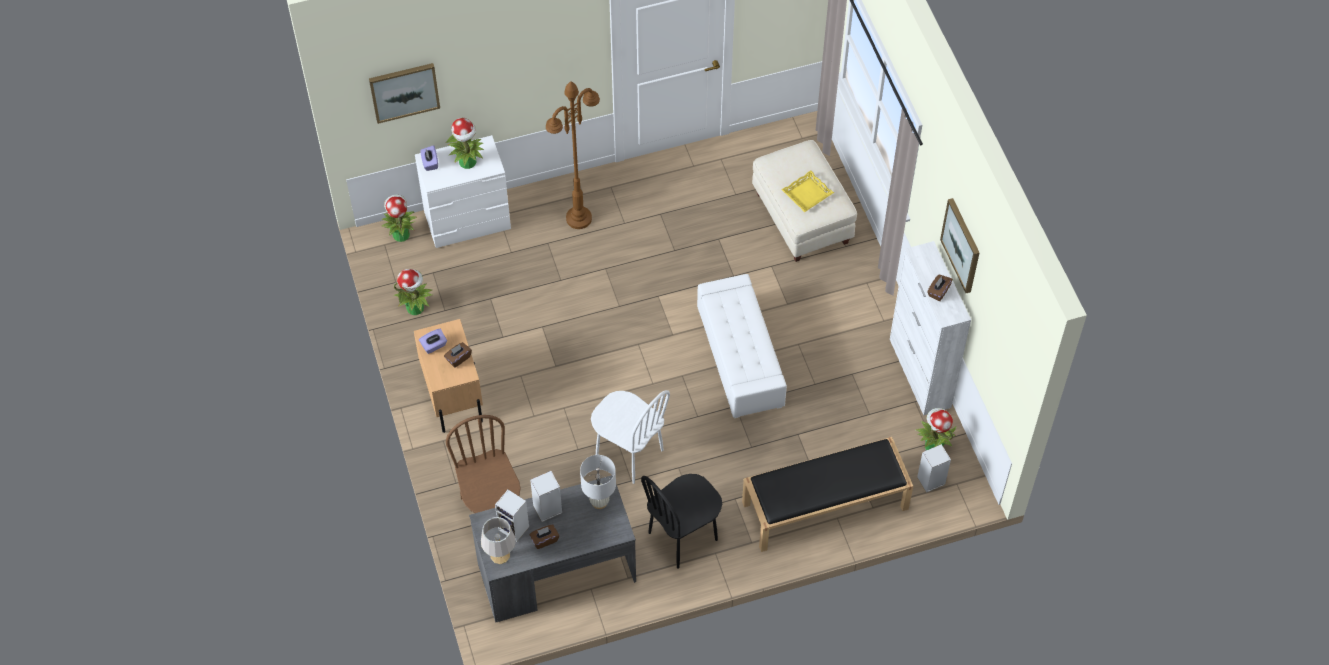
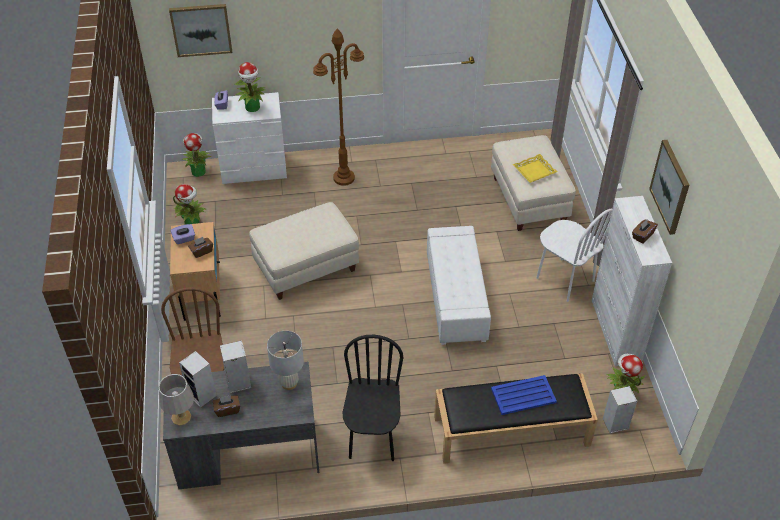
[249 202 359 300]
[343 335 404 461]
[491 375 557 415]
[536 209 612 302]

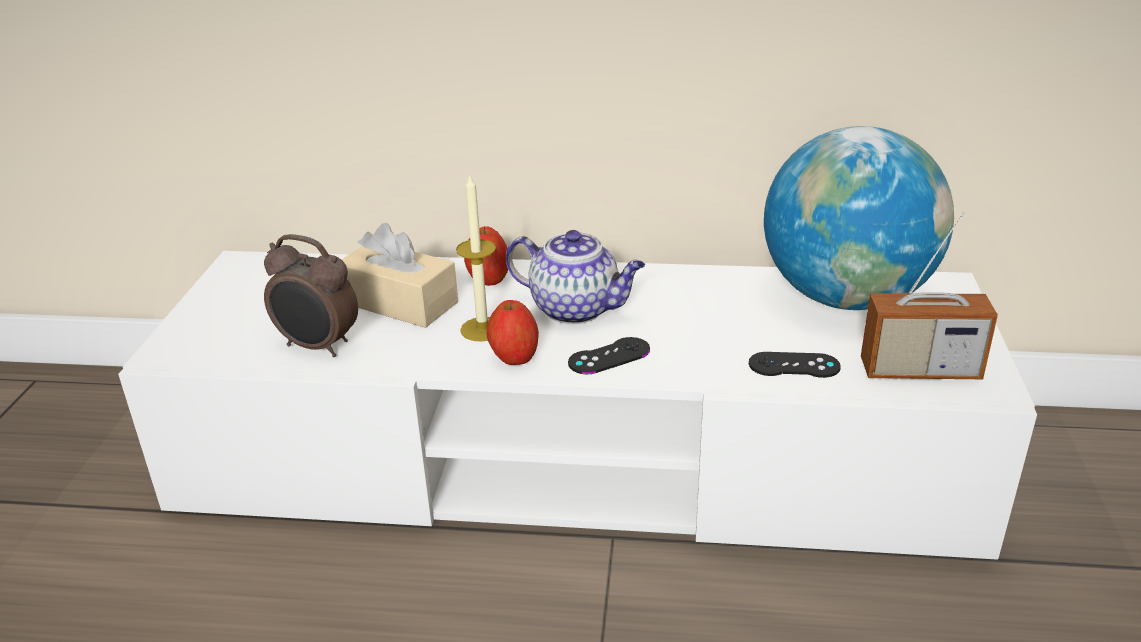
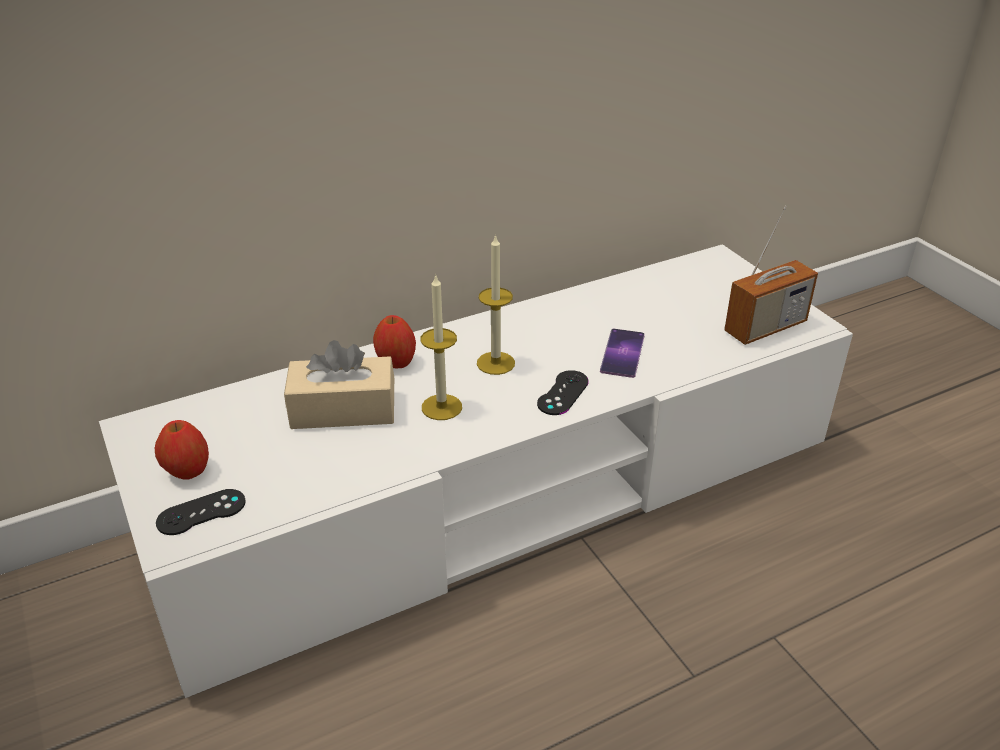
[155 420 209 480]
[156 489 246 535]
[477 234 515 375]
[600 329 645 378]
[264 234 358 357] (first image)
[764 126 954 310] (first image)

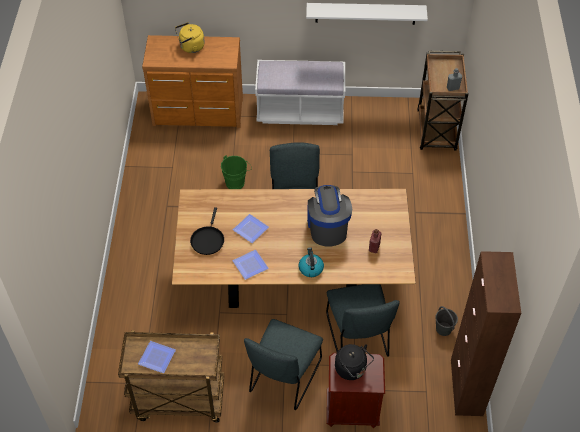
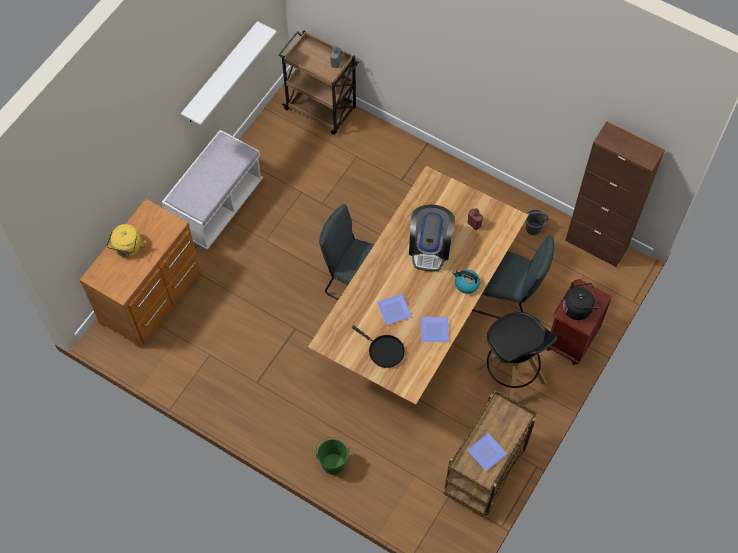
[316 437 349 475]
[409 205 455 272]
[475 312 558 399]

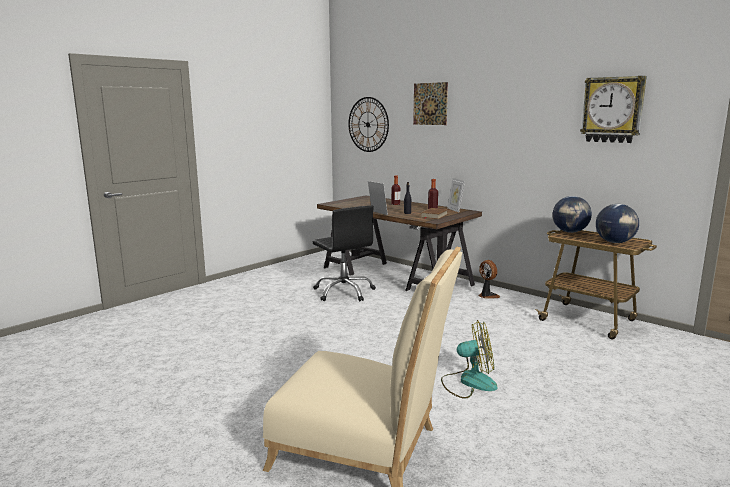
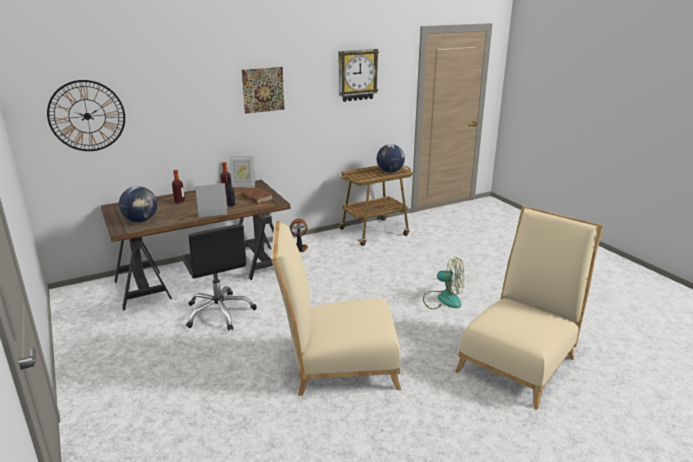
[119 186 157 222]
[182 224 257 331]
[242 67 285 114]
[271 221 401 396]
[423 257 464 309]

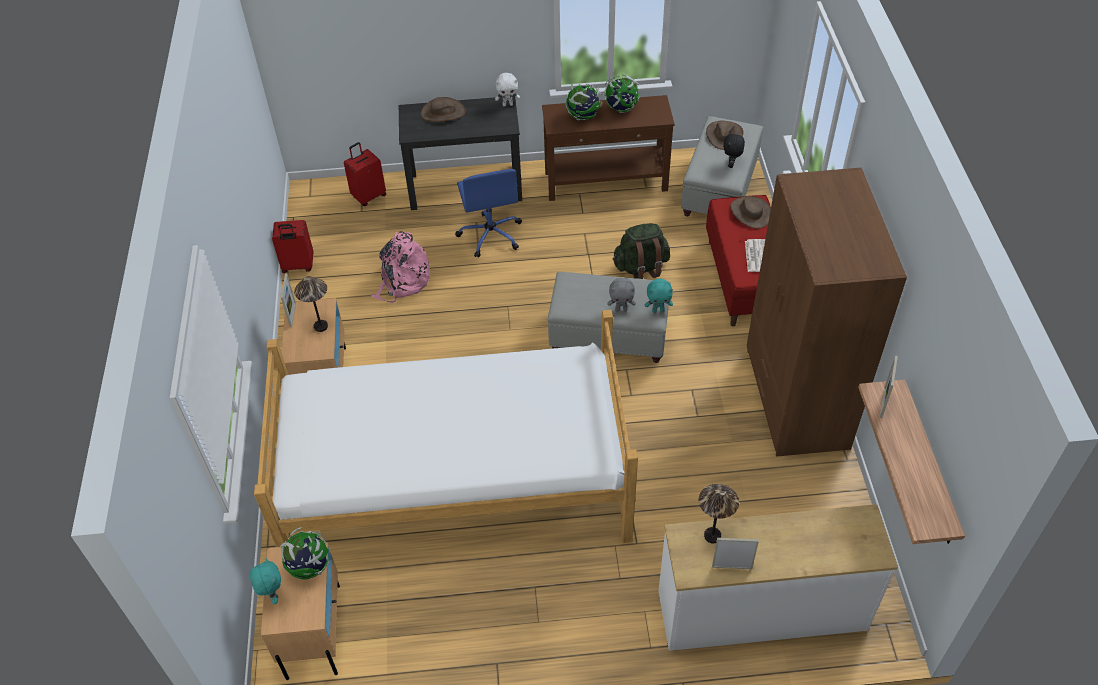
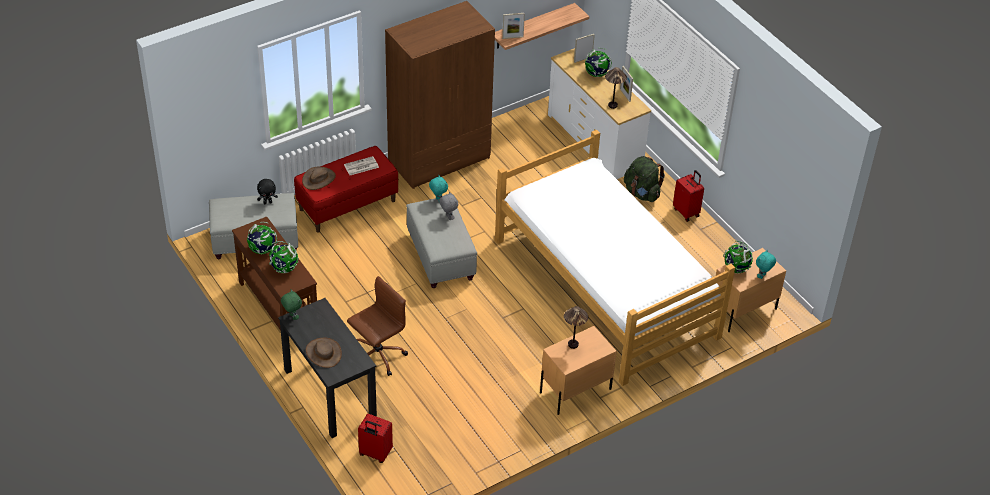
[281 290 302 320]
[347 276 408 376]
[574 34 595 63]
[585 48 612 77]
[624 156 665 202]
[673 170 704 222]
[371 231 430 303] (first image)
[706 120 743 150] (first image)

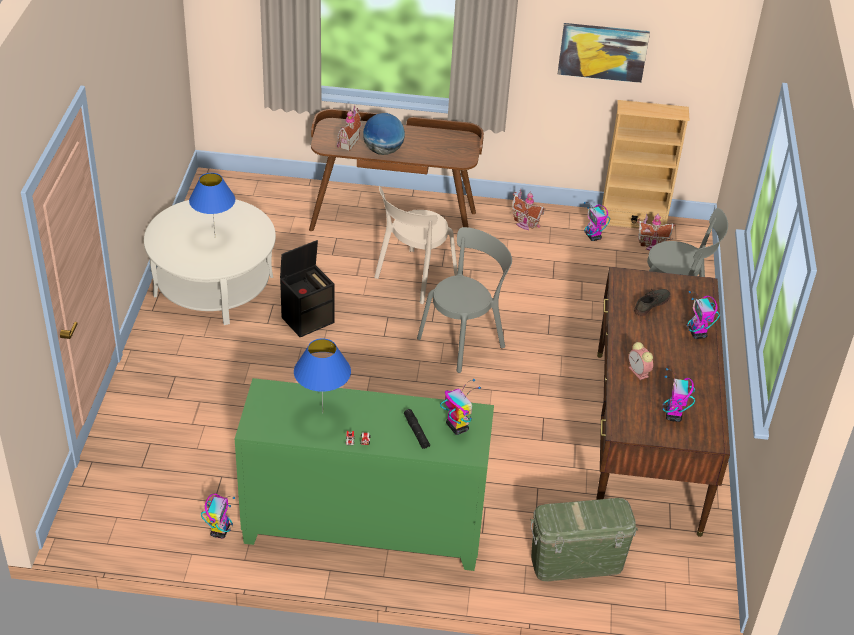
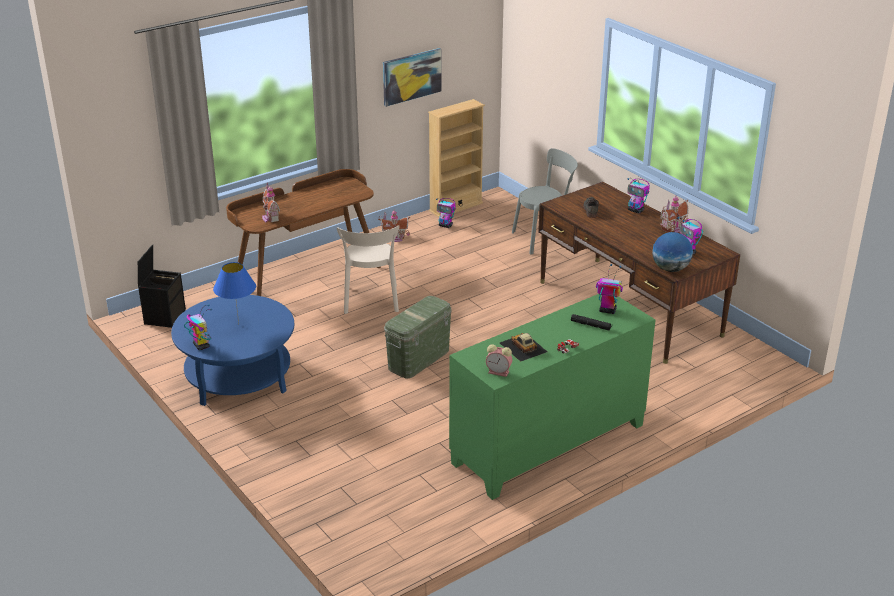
[138 244 186 328]
[171 295 294 406]
[184 304 212 350]
[384 296 452 378]
[486 345 512 377]
[500 333 547 362]
[652 232 693 272]
[660 195 689 233]
[417 227 512 373] (first image)

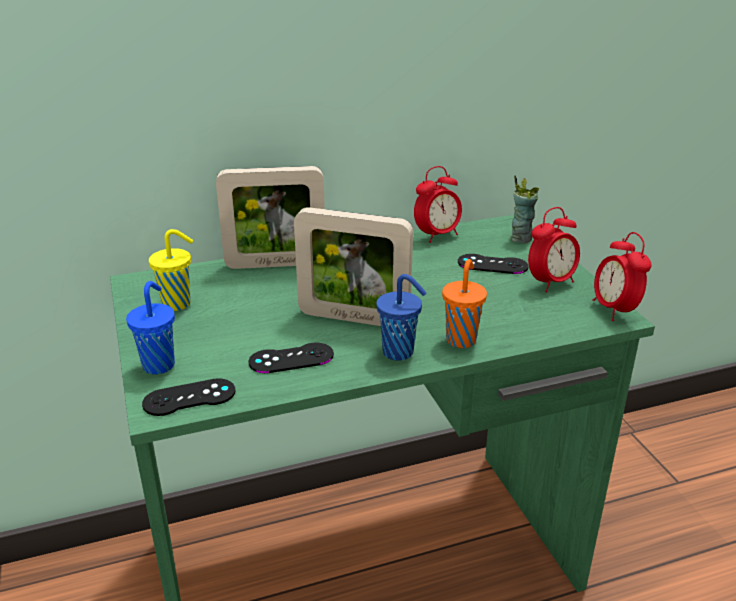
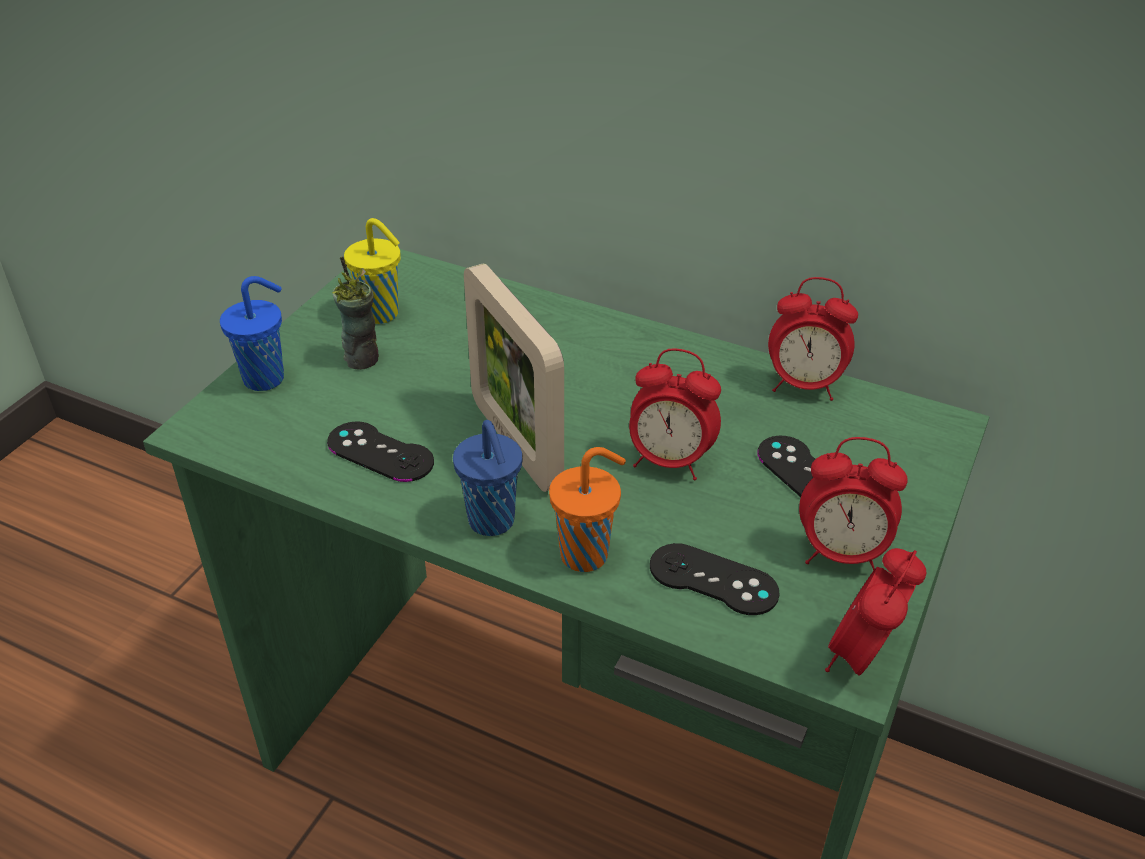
[332 256 379 370]
[629 348 721 481]
[650 543 780 615]
[216 166 325 269] (first image)

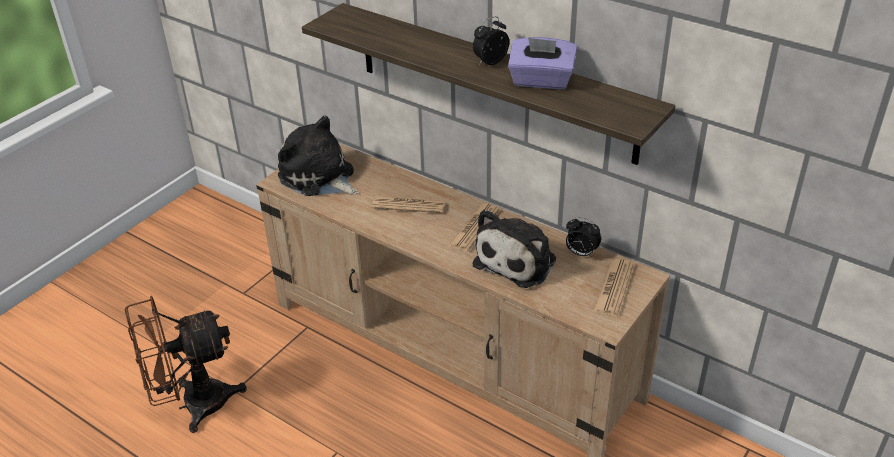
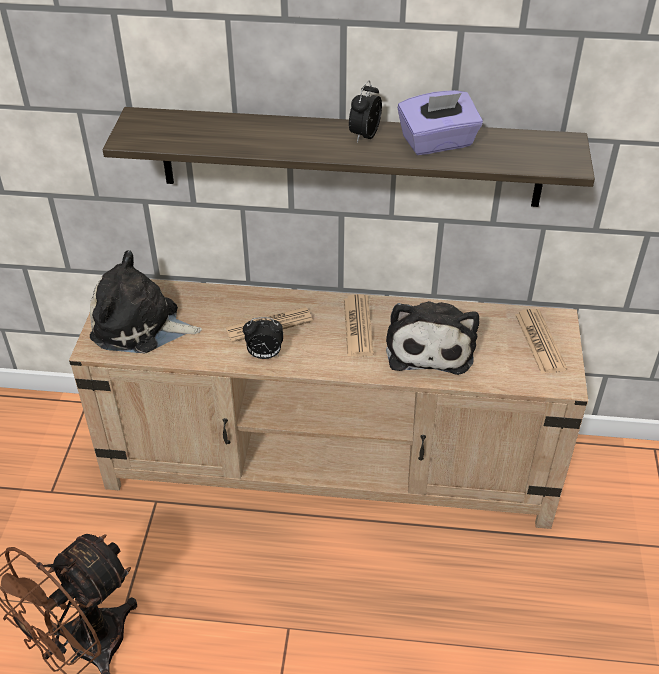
[243 317 283 359]

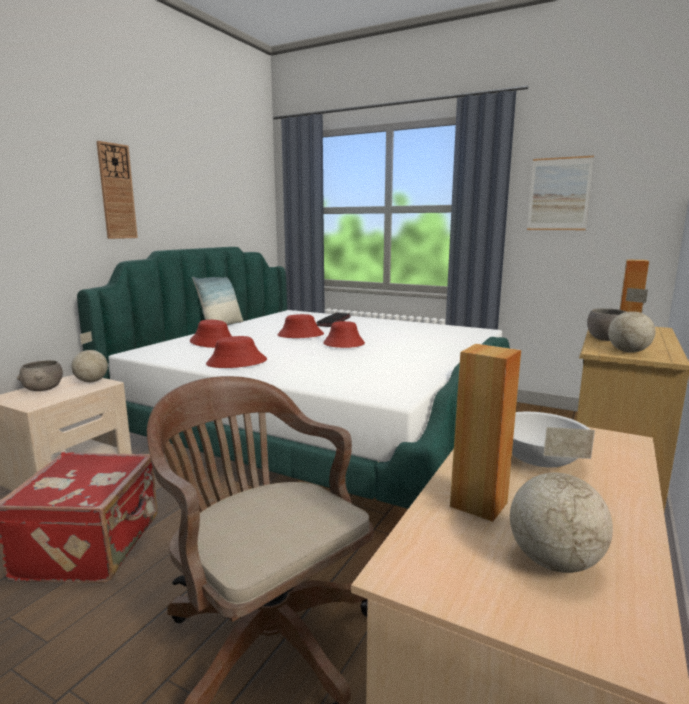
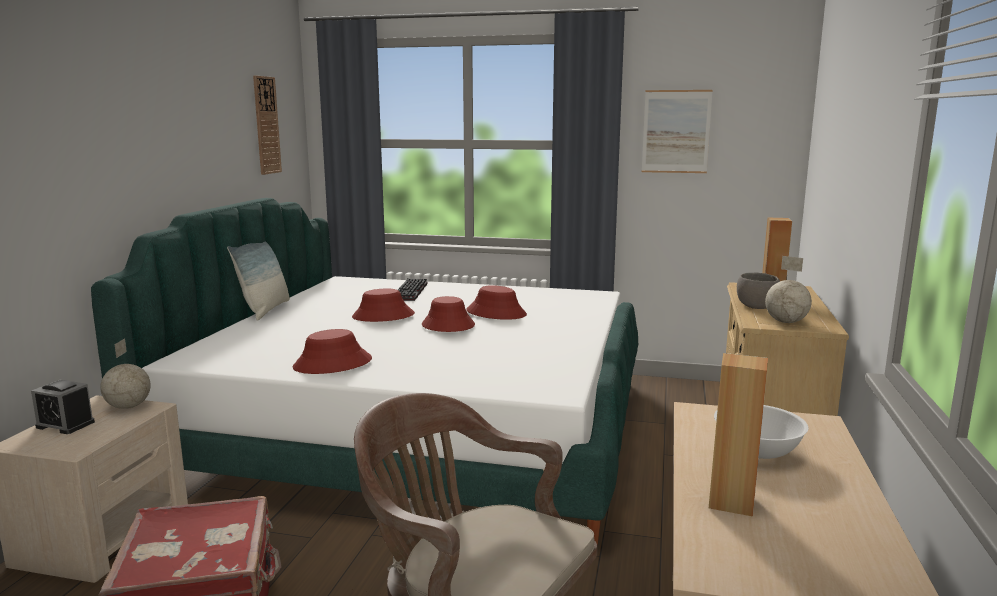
[31 380 95 434]
[253 75 282 175]
[466 285 527 320]
[510 427 613 573] (first image)

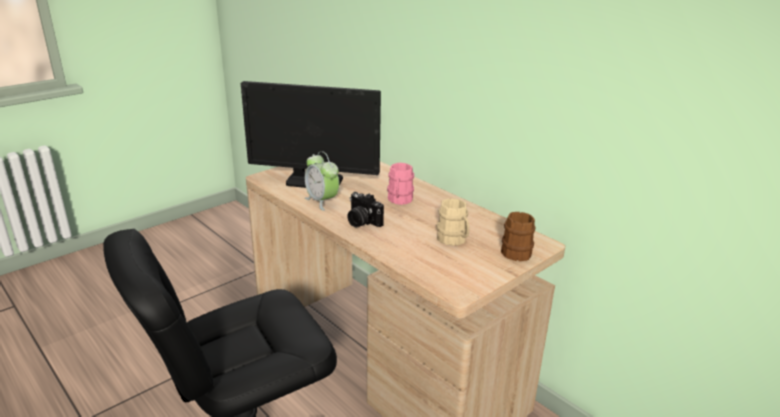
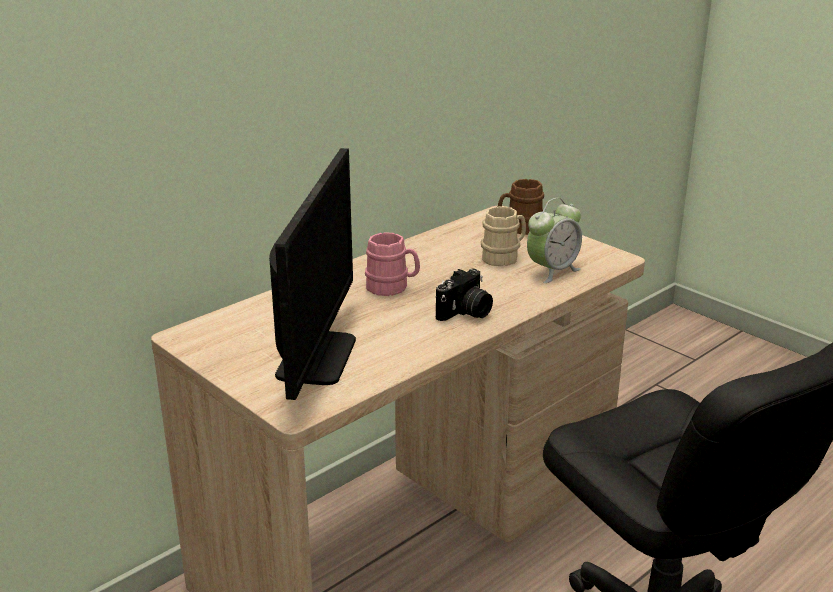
[527 198 582 283]

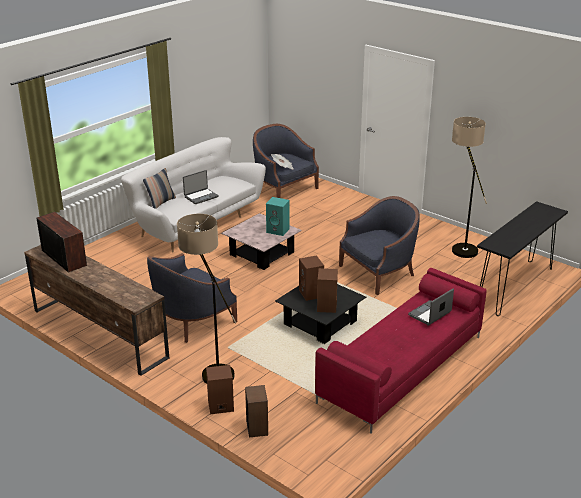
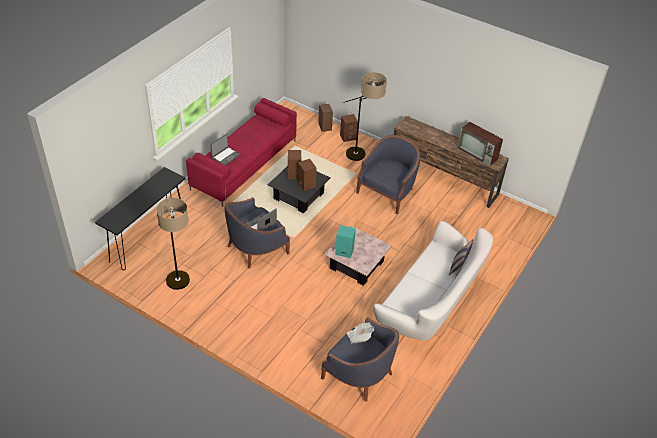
[245 209 277 231]

